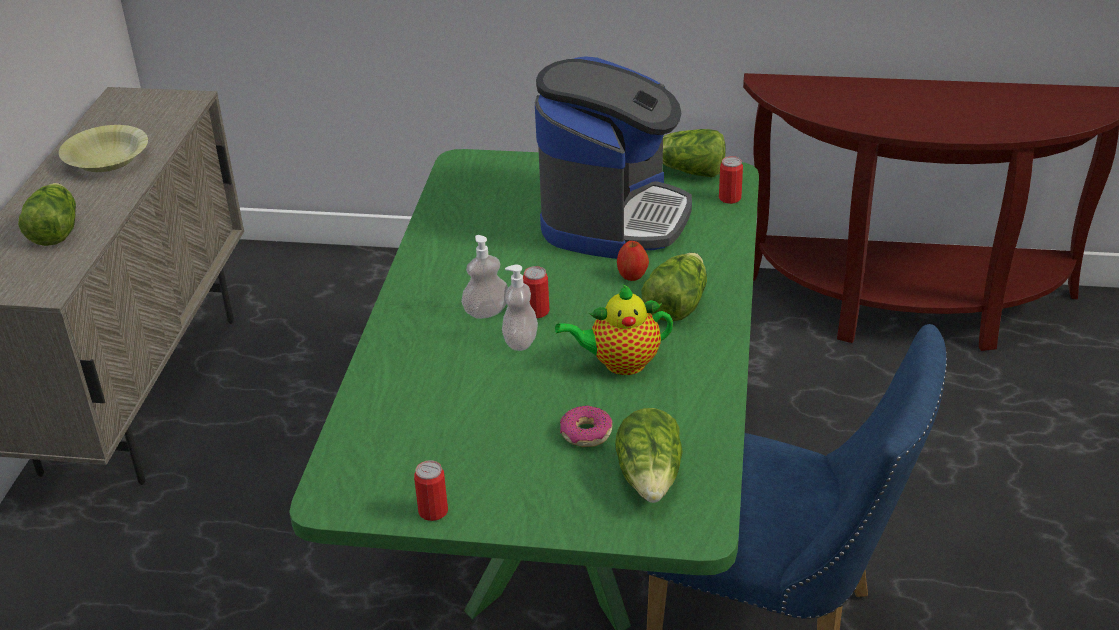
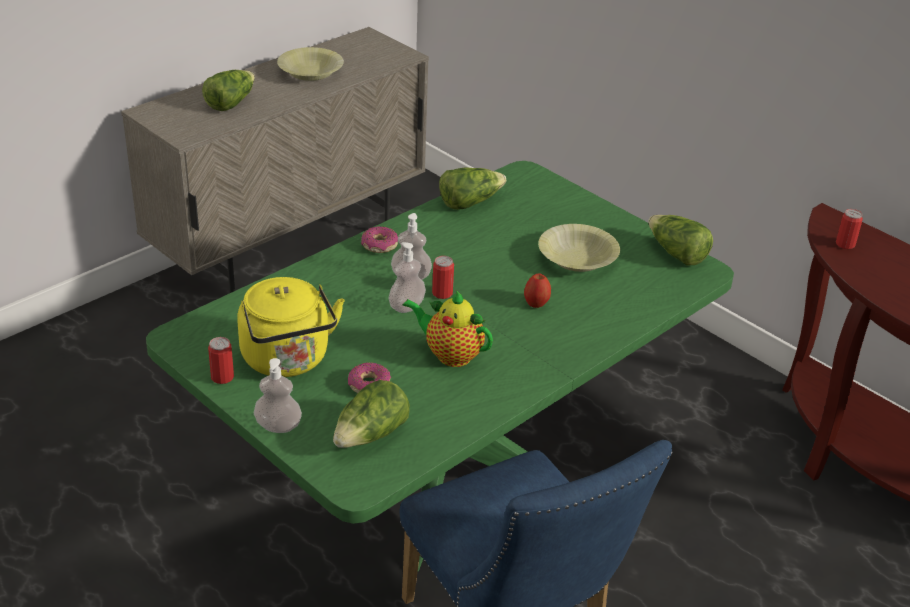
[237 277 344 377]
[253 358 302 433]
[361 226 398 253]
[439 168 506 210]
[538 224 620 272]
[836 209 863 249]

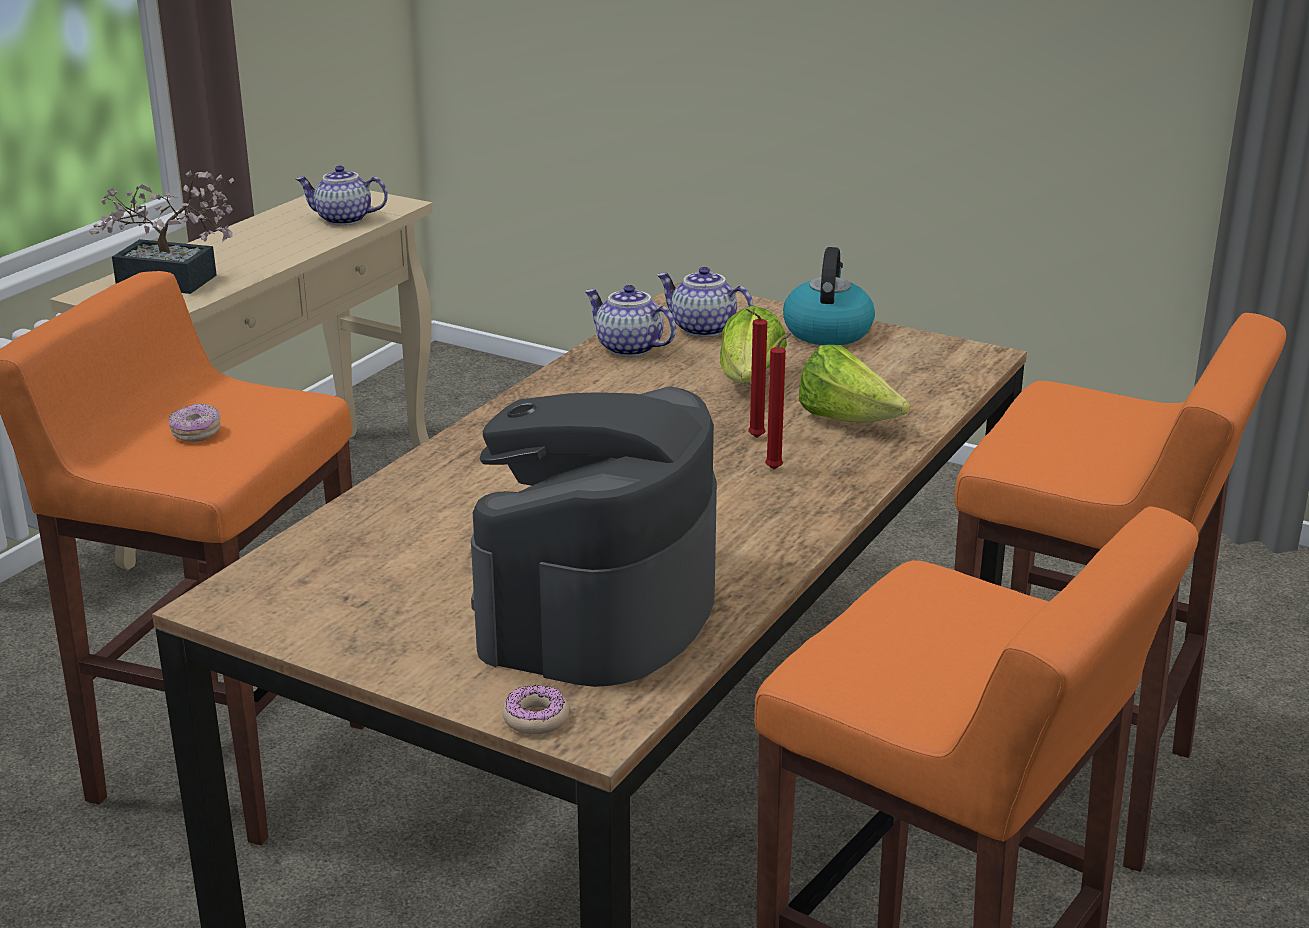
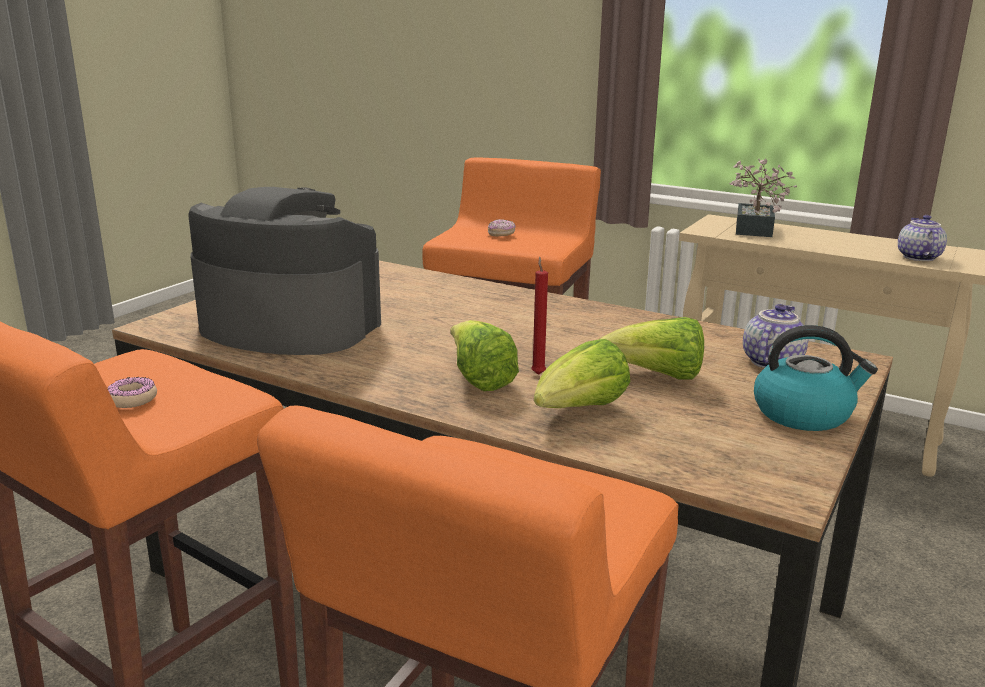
[108 377 157 408]
[450 320 519 391]
[585 285 676 357] (first image)

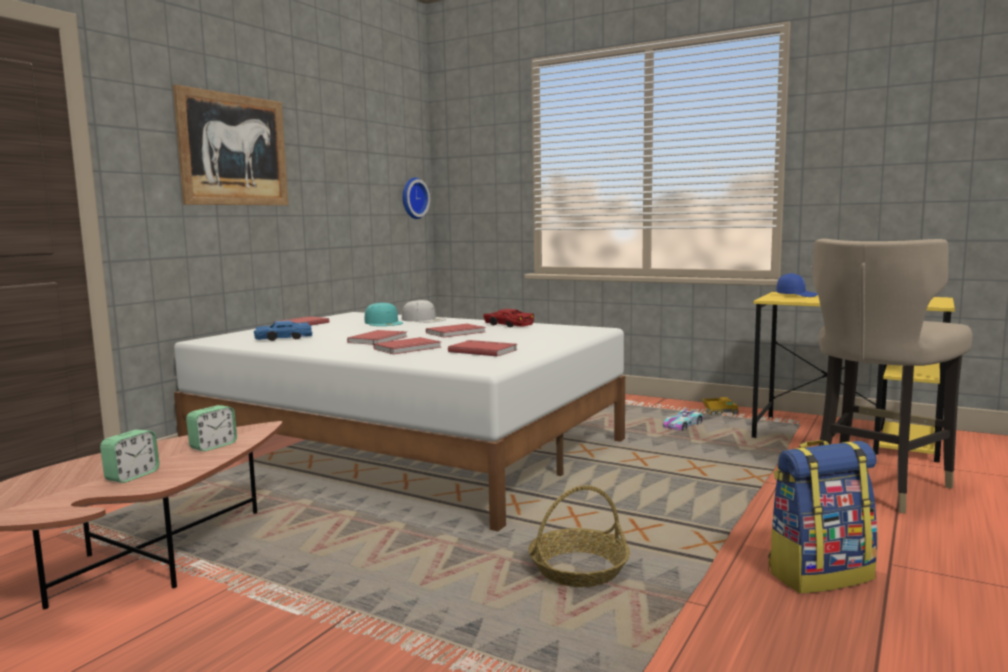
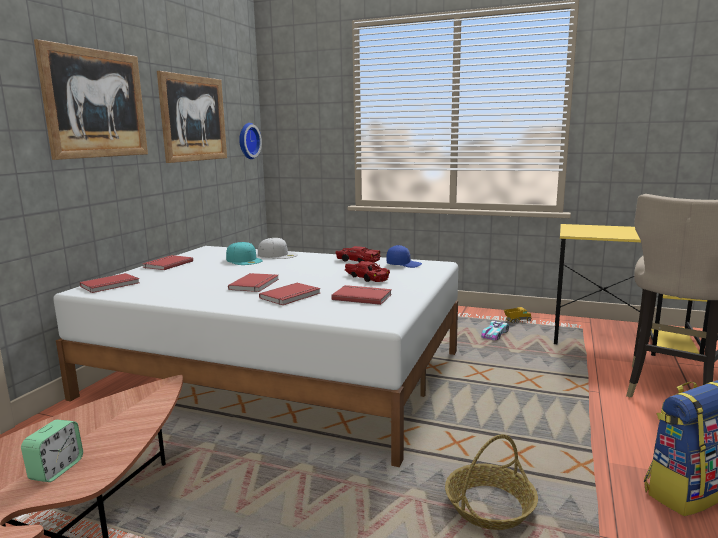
[80 273 139 293]
[157 71 227 163]
[345 261 390 282]
[386 245 422 268]
[186 405 237 452] (first image)
[254 321 312 341] (first image)

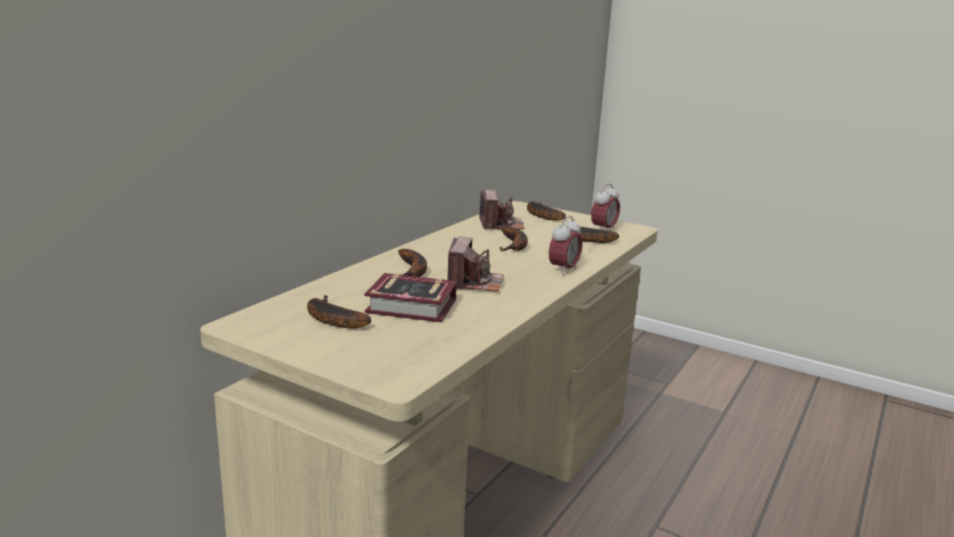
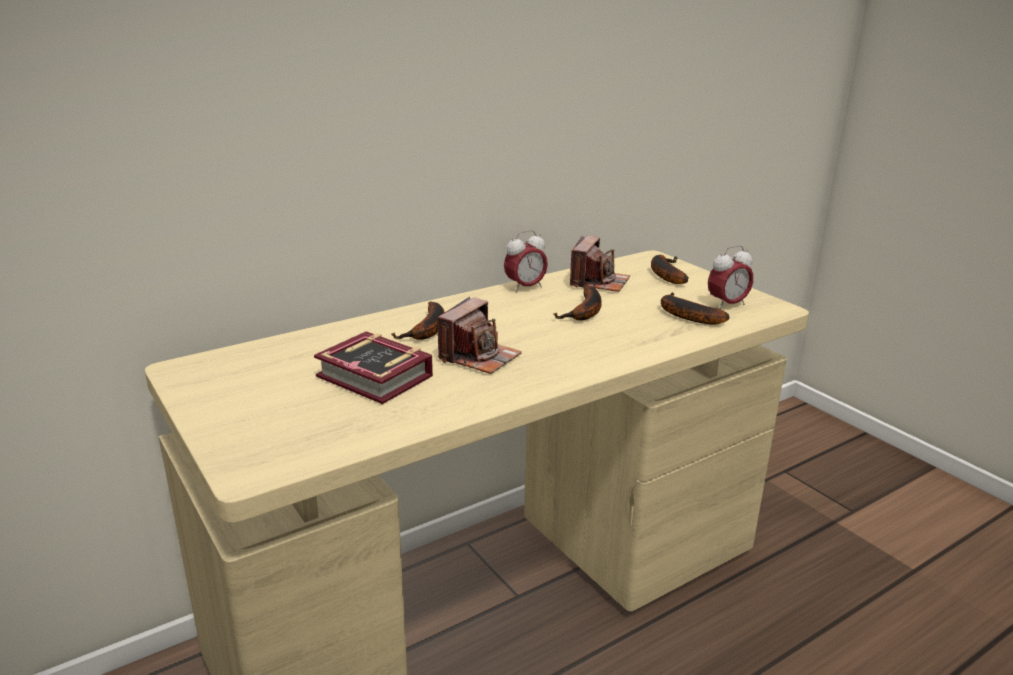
[504 230 548 293]
[307 295 371 329] (first image)

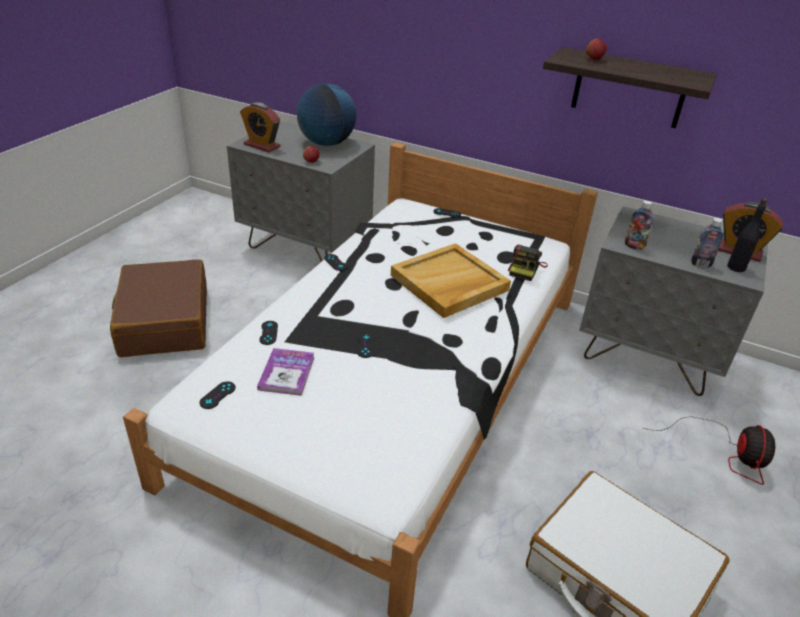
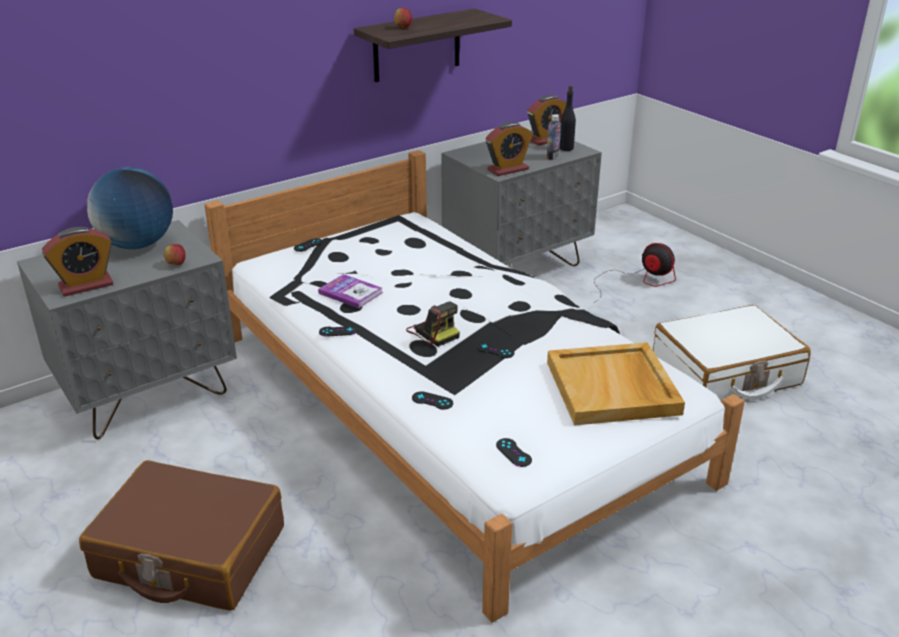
[318 274 383 309]
[406 301 460 347]
[486 122 533 176]
[547 342 685 426]

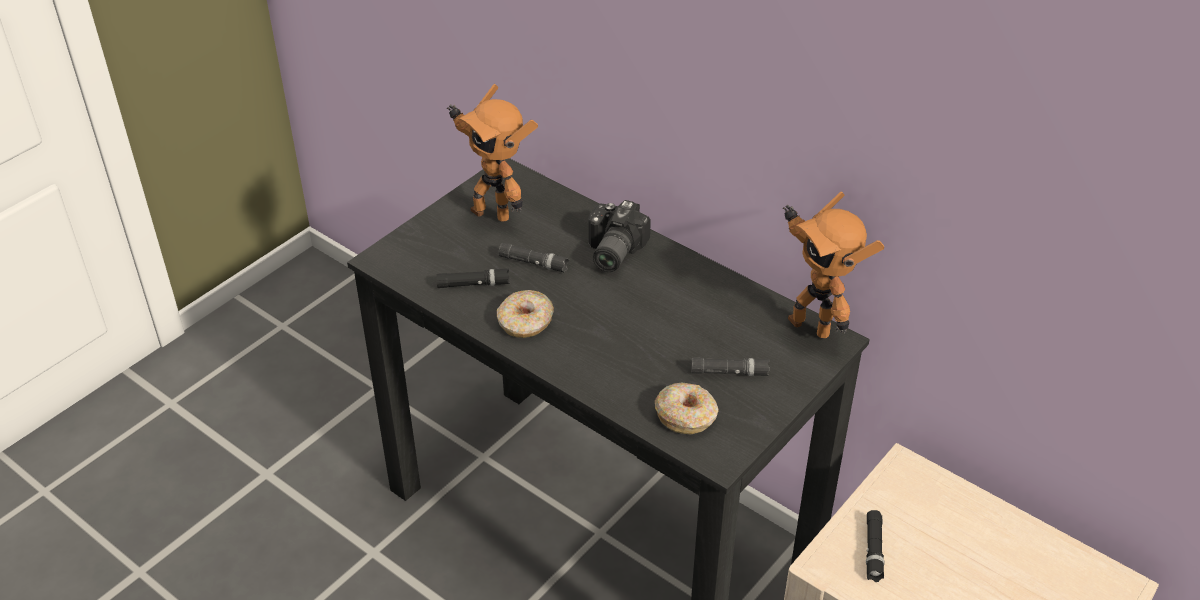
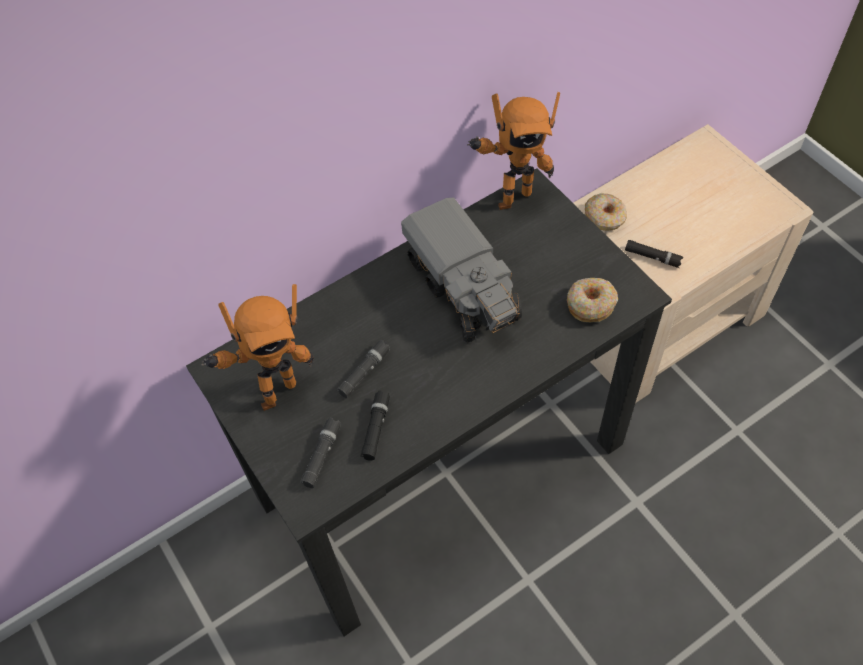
[300 418 341 488]
[401 197 522 342]
[585 194 627 231]
[588 200 651 272] (first image)

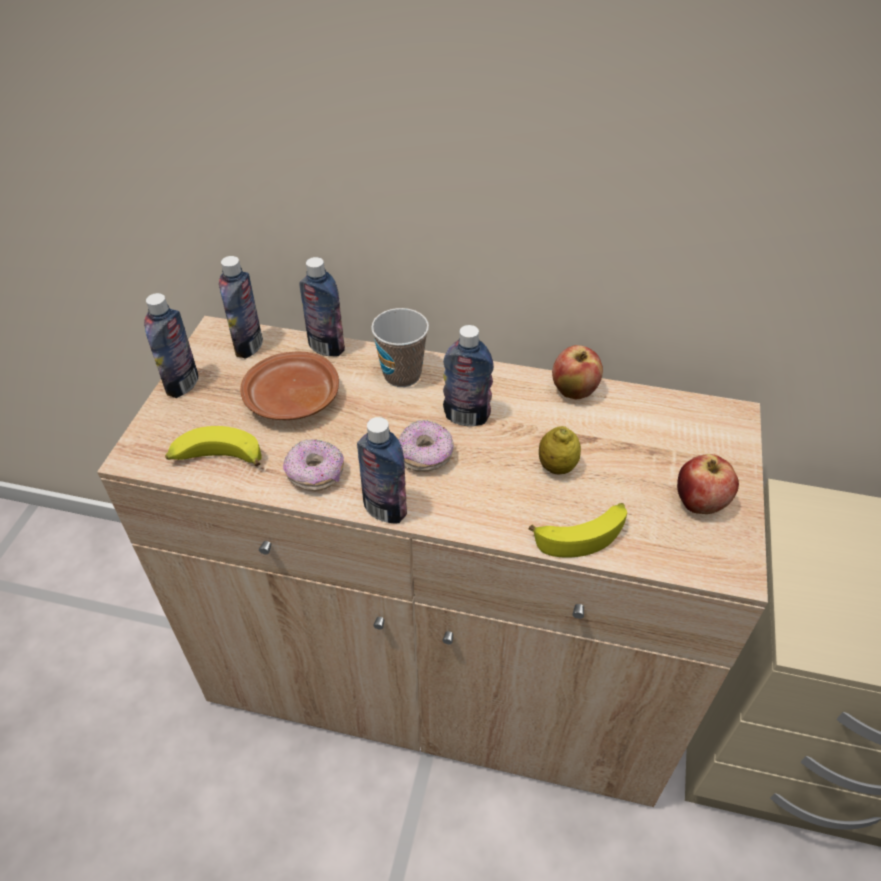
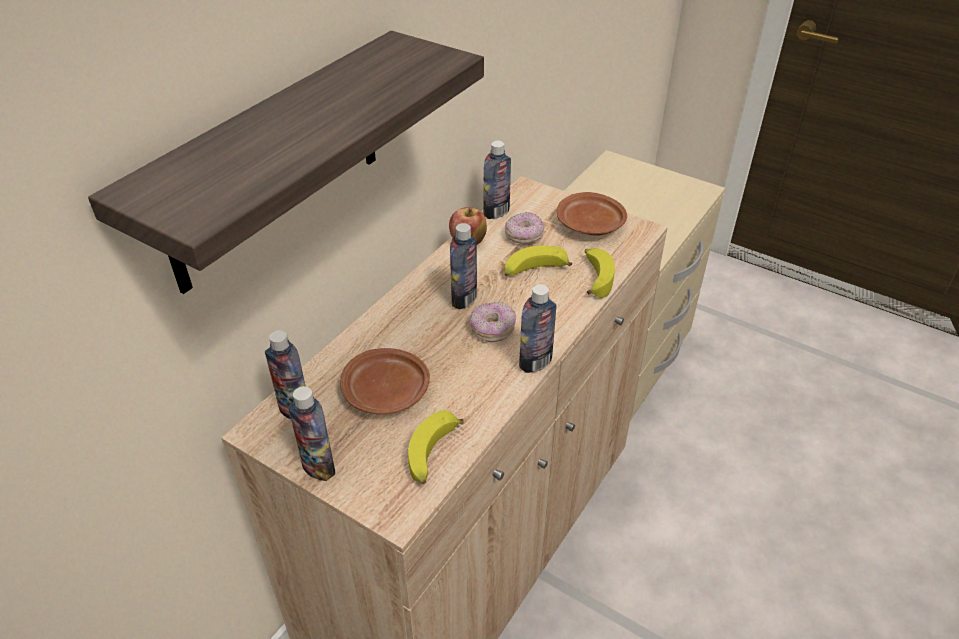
[88 31 484 294]
[483 141 511 219]
[505 212 544 244]
[505 246 572 276]
[557 192 627 235]
[371 308 429 387] (first image)

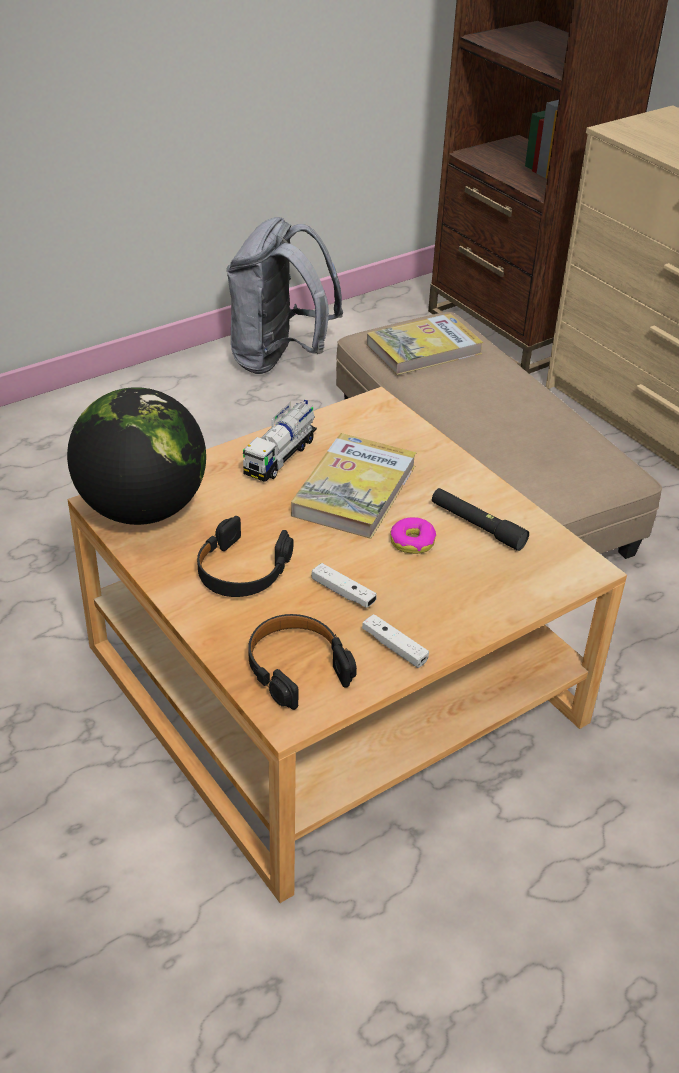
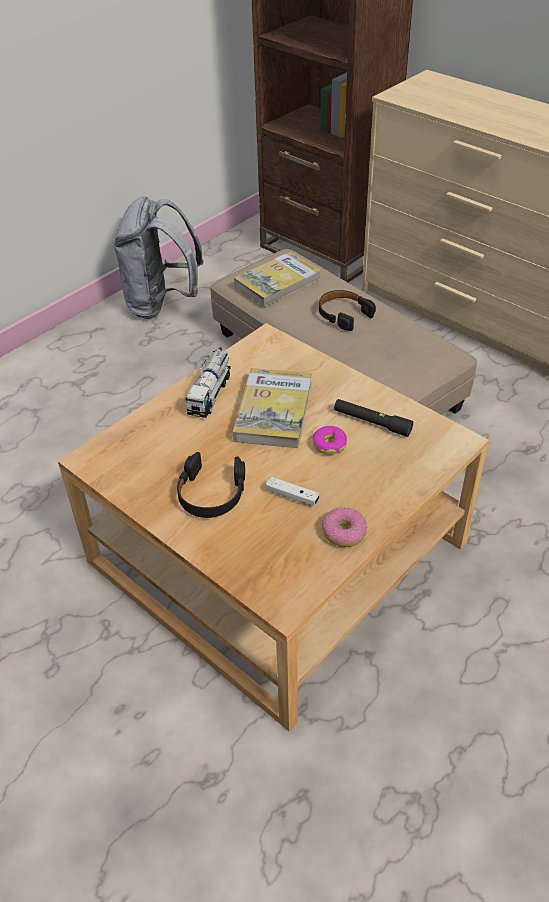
[319 290 376 331]
[322 507 367 547]
[67 387 206 525] (first image)

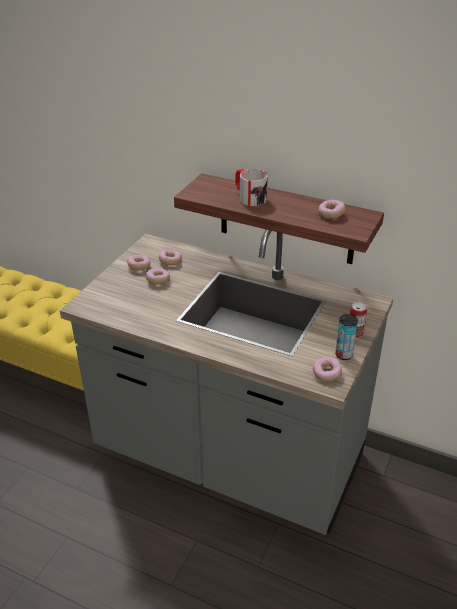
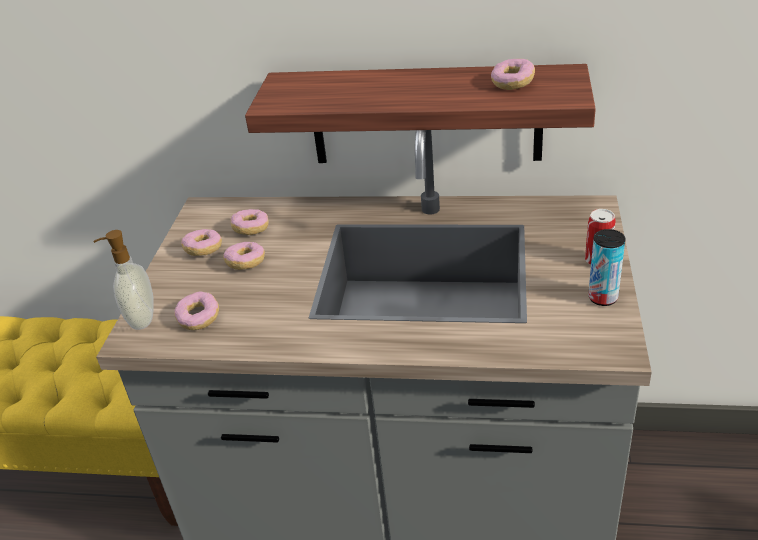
[94 230 154 330]
[174 291 219 330]
[235 169 268 206] (first image)

